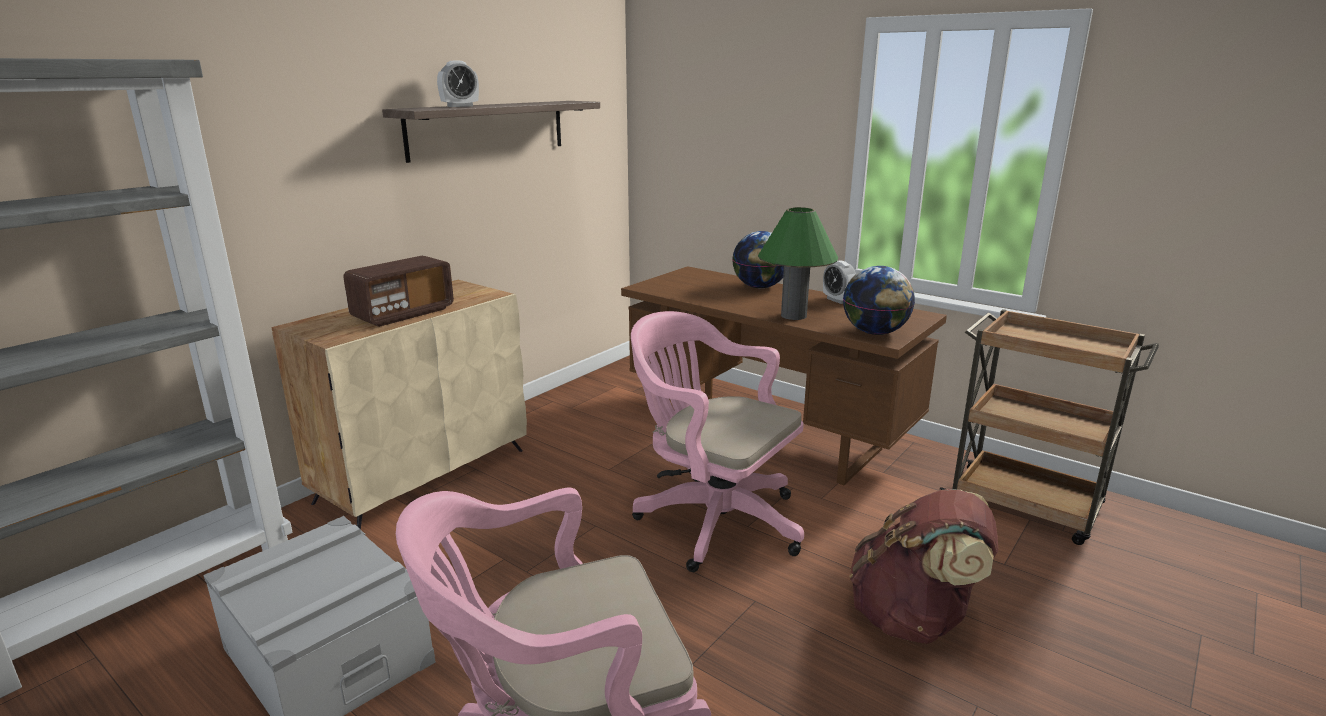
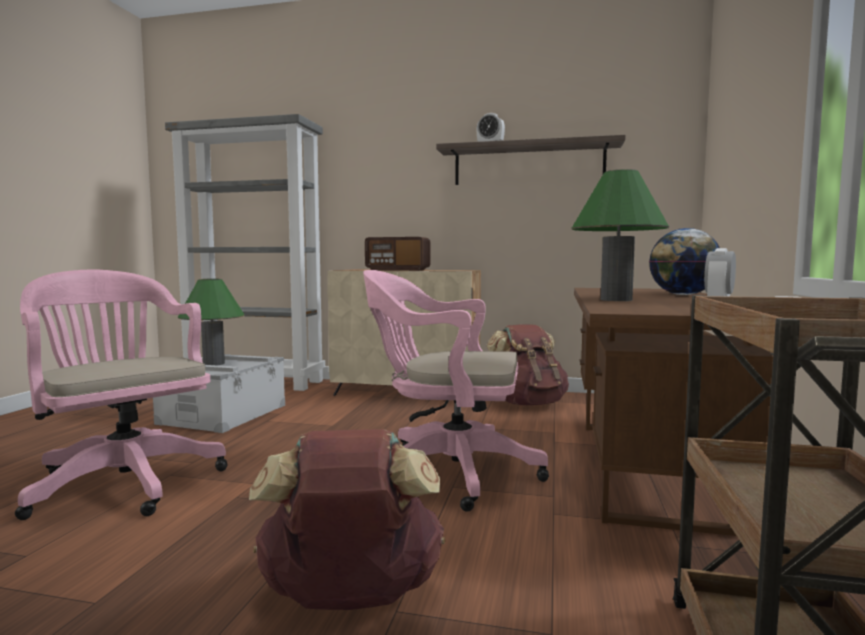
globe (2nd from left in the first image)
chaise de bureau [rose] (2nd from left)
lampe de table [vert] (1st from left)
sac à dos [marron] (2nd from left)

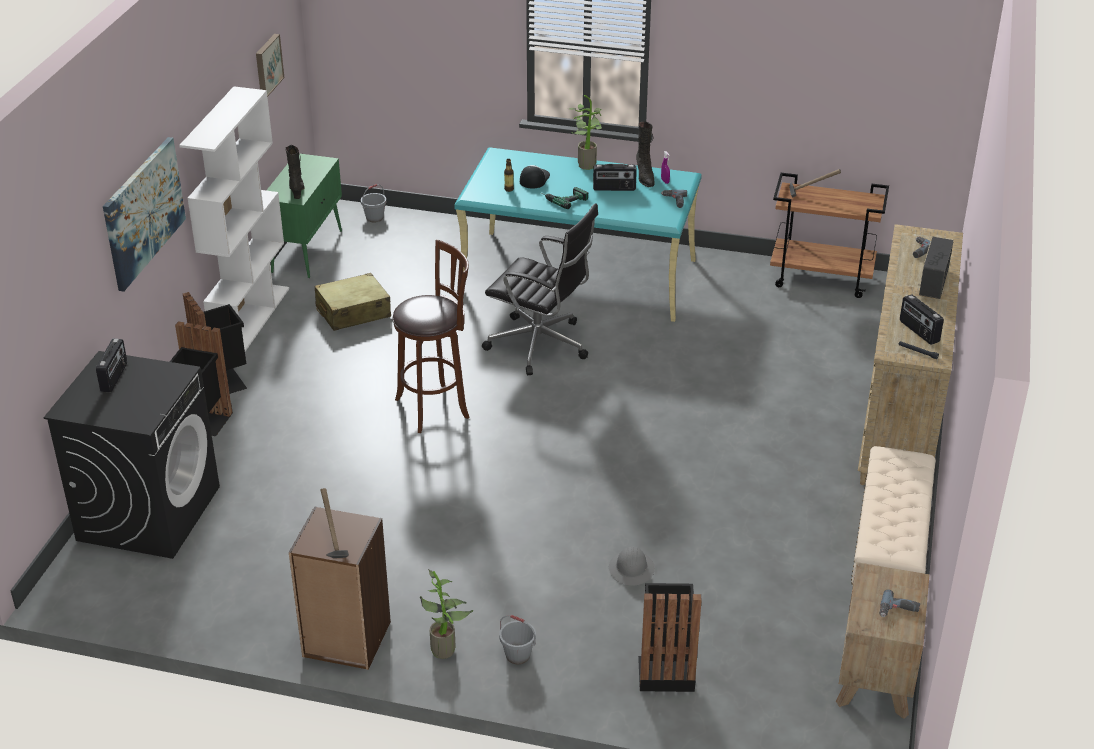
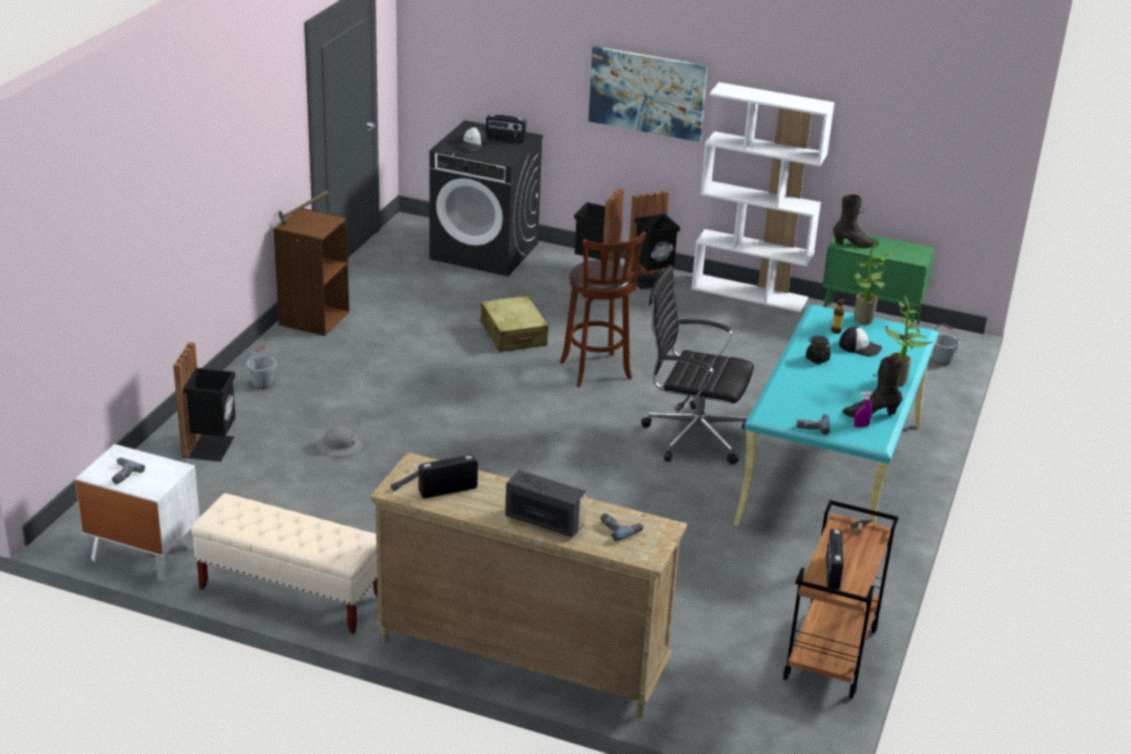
tableau (2nd from left in the first image)
radio (4th from left)
bocal [noir]
chaise de bureau [noir]
valise [beige]
table de chevet [blanc]
plante en pot (1st from left)
casquette (1st from left)

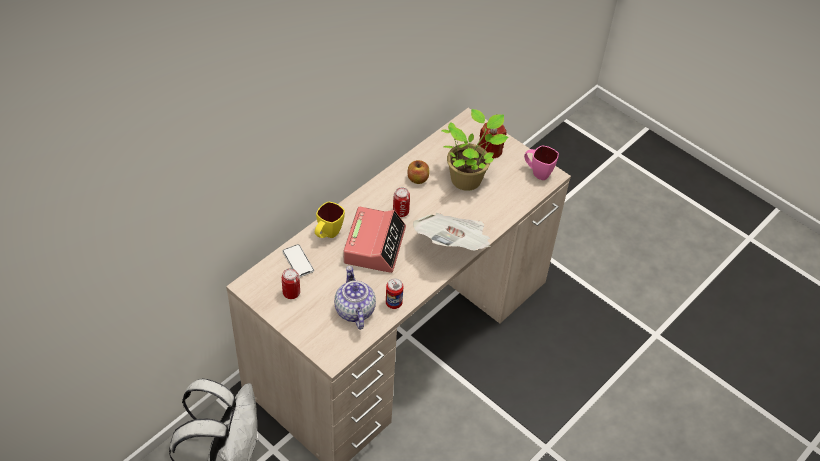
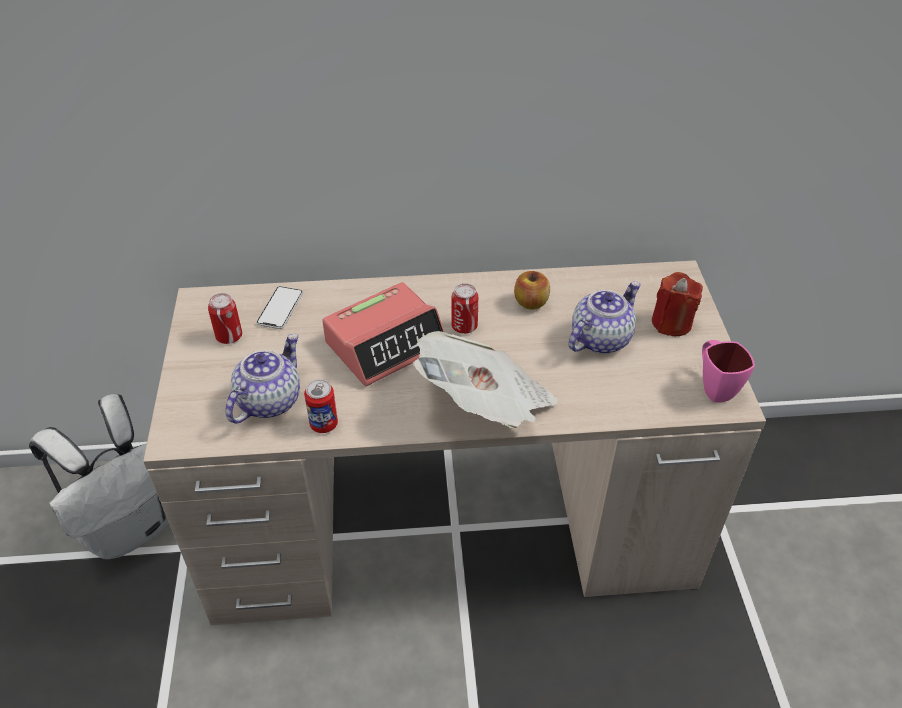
théière (2nd from left)
mug [jaune]

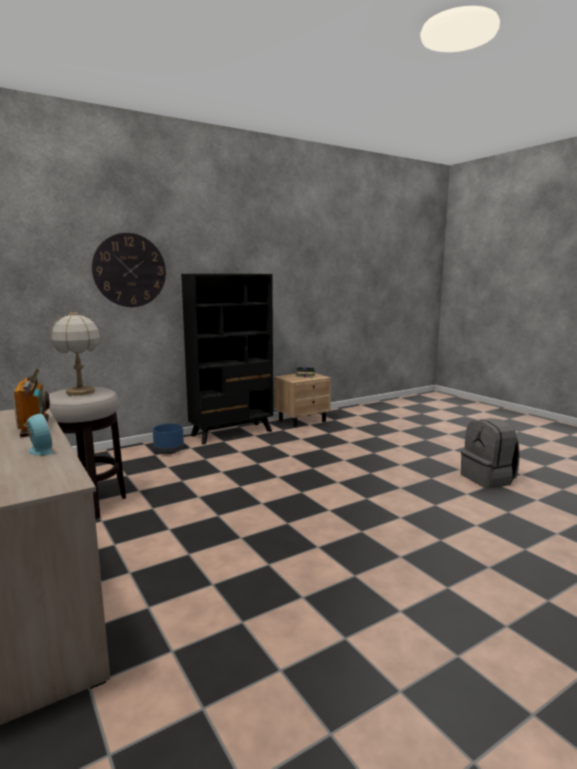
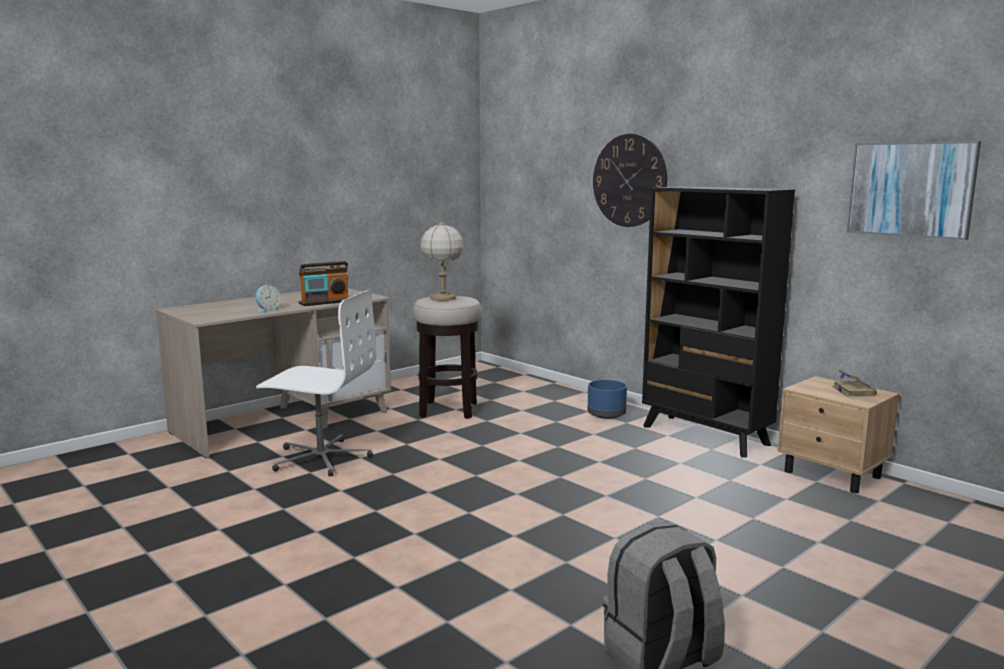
tableau
chaise de bureau [blanc]

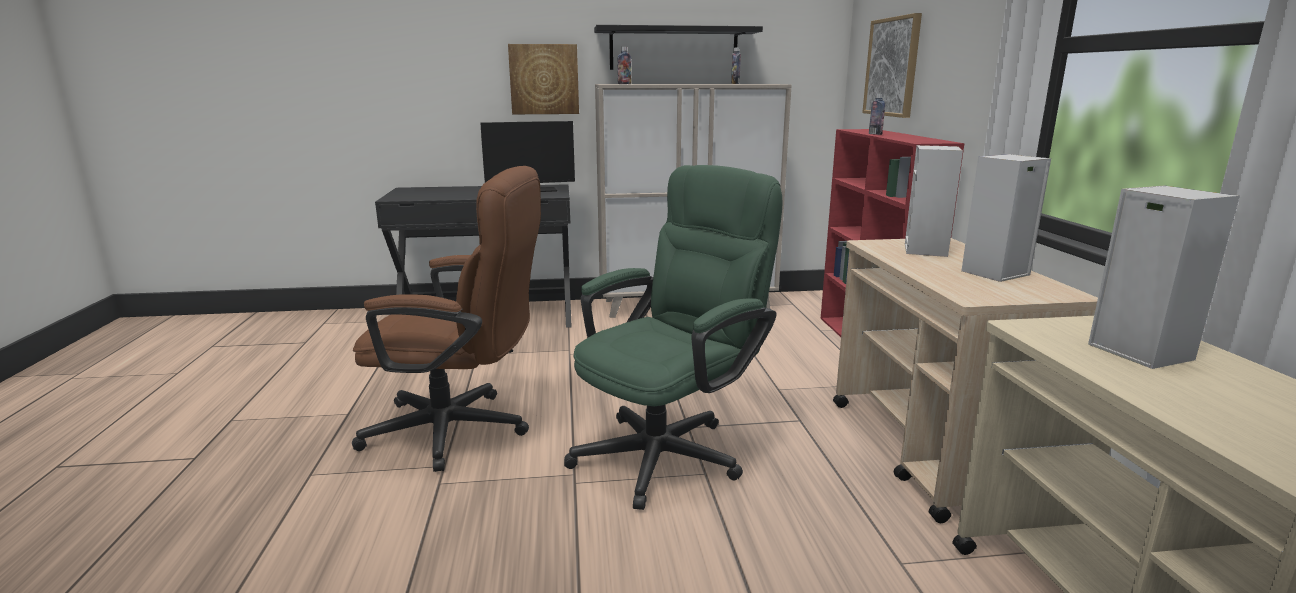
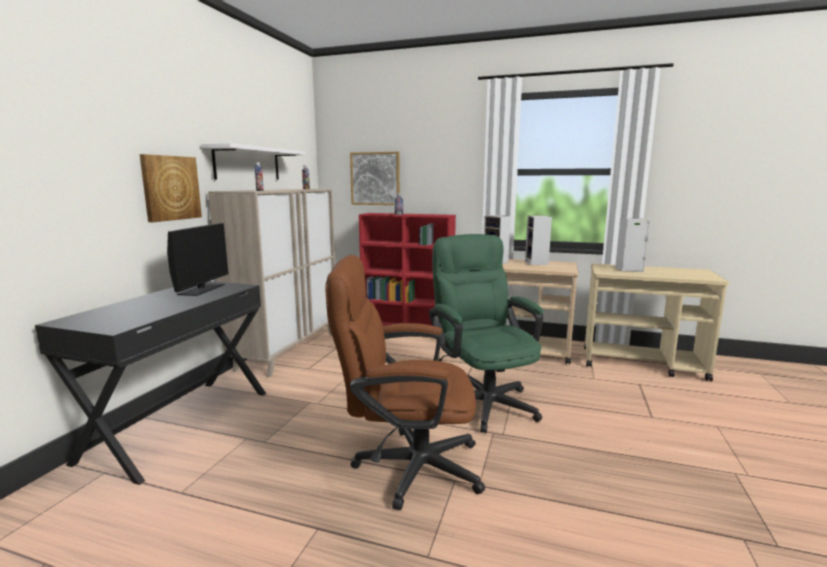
étagère [blanc]
chaise de bureau [marron]

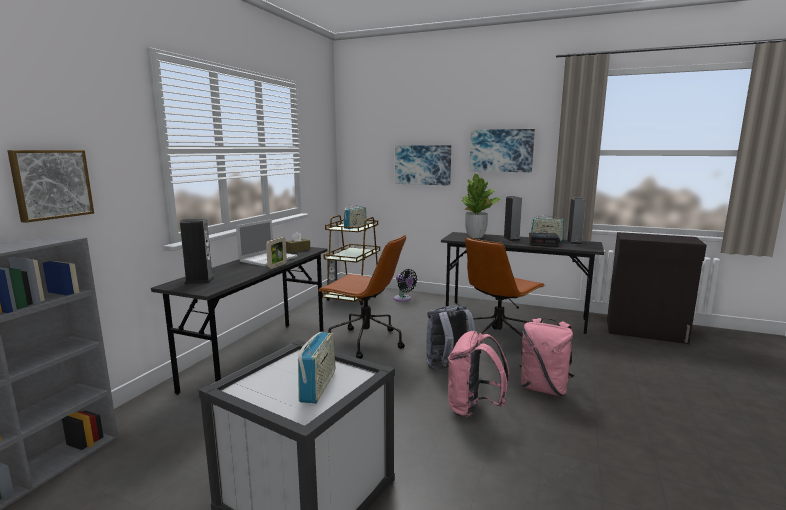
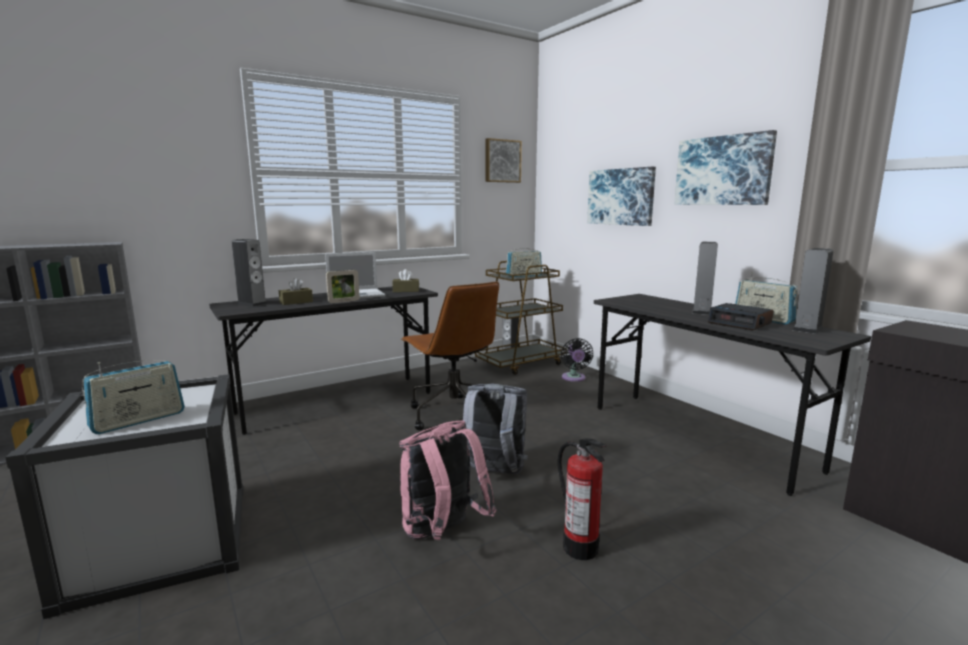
tableau (1st from left)
plante en pot
chaise de bureau [marron] (2nd from left in the first image)
extincteur
boîte à mouchoirs [marron] (1st from left)

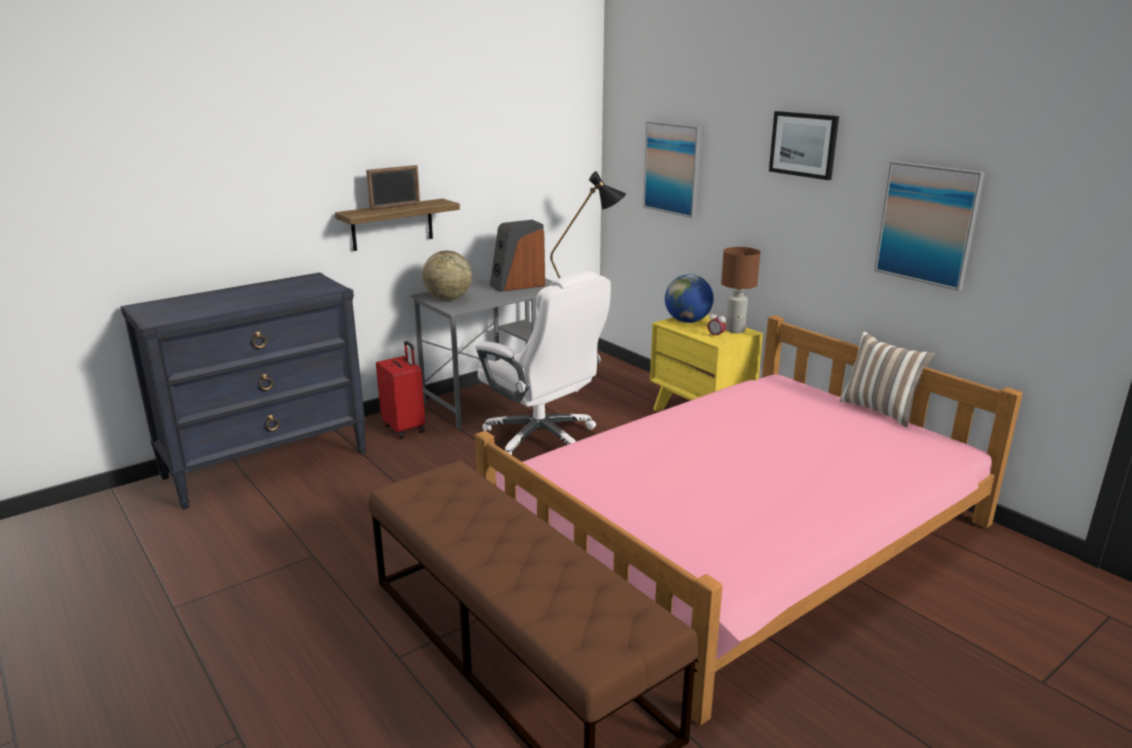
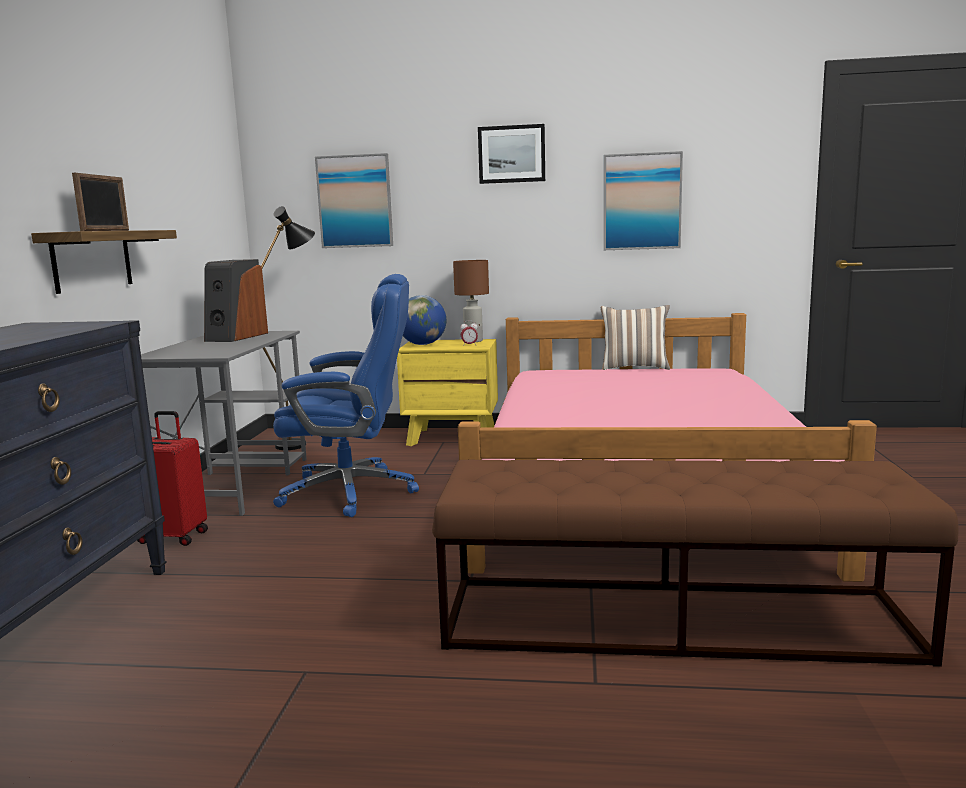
globe (1st from left in the first image)
chaise de bureau [bleu]

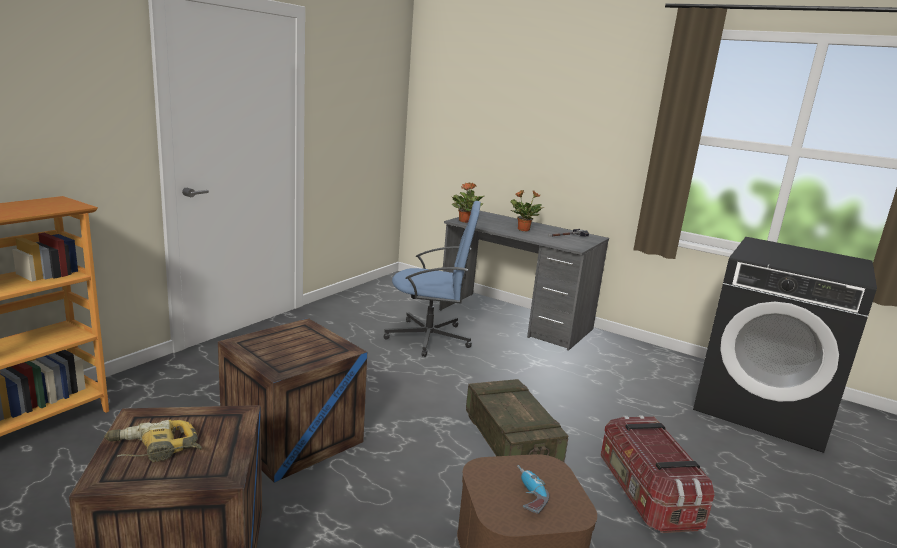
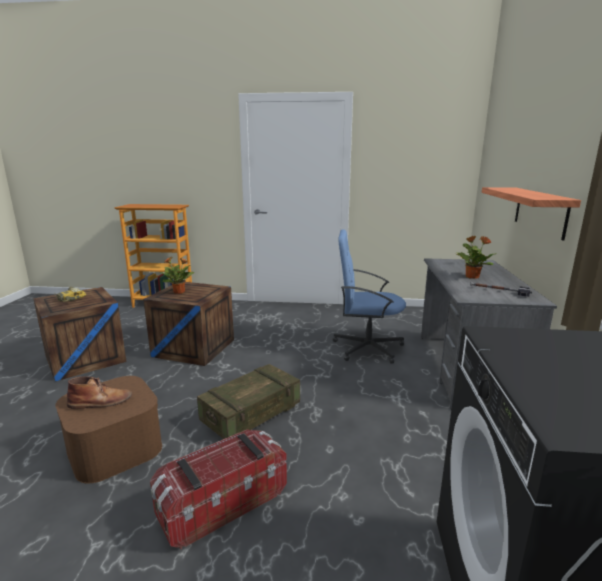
plante en pot (1st from left)
chaise de bureau [bleu]
botte [marron]
étagère

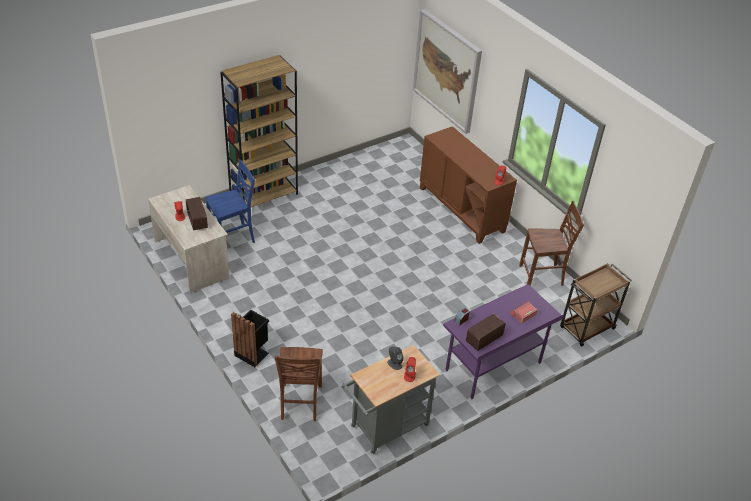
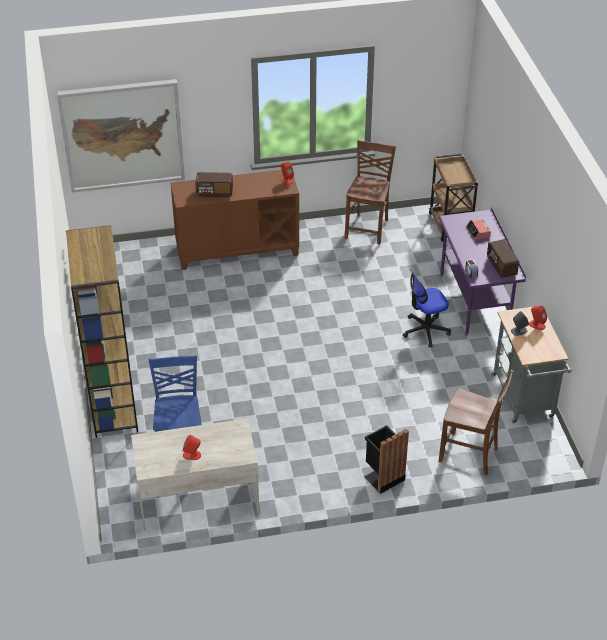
radio (1st from left)
chaise de bureau

